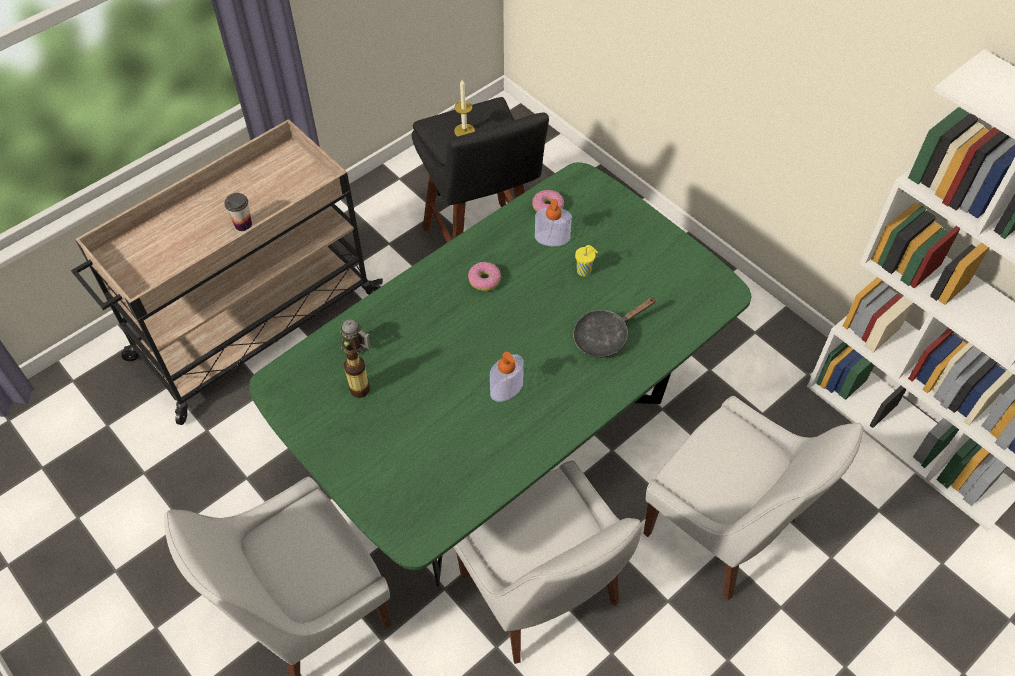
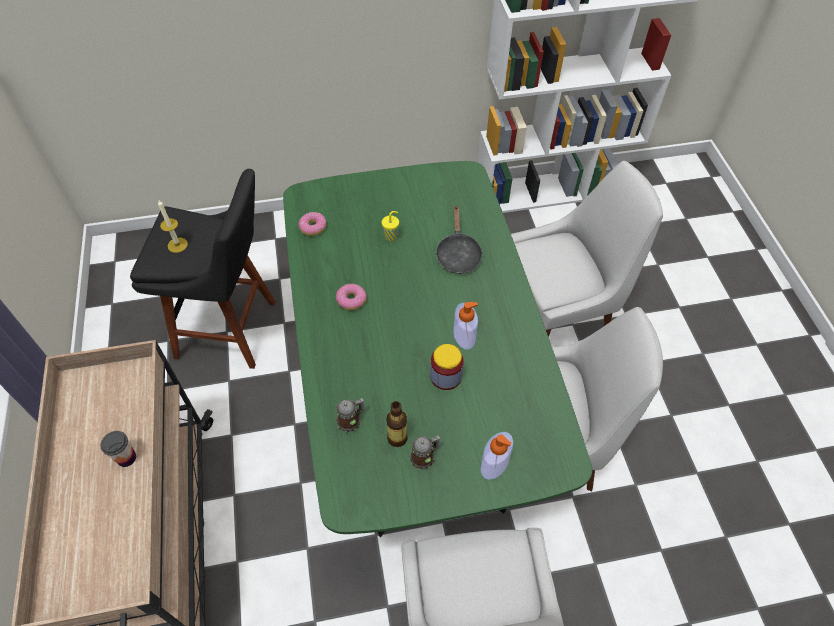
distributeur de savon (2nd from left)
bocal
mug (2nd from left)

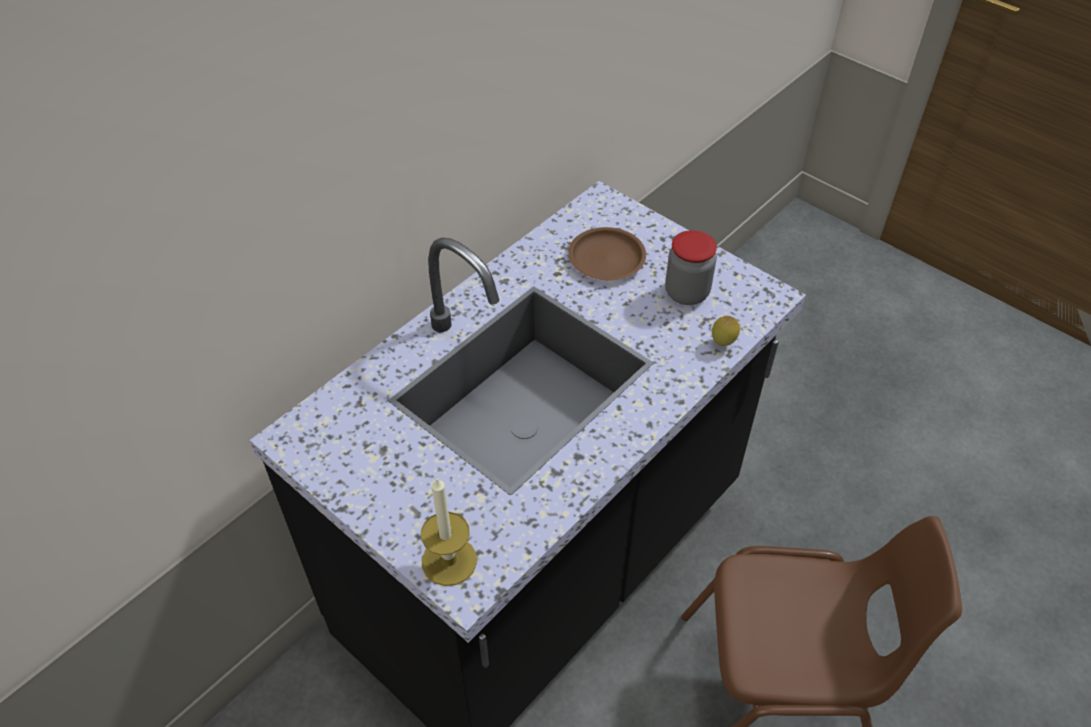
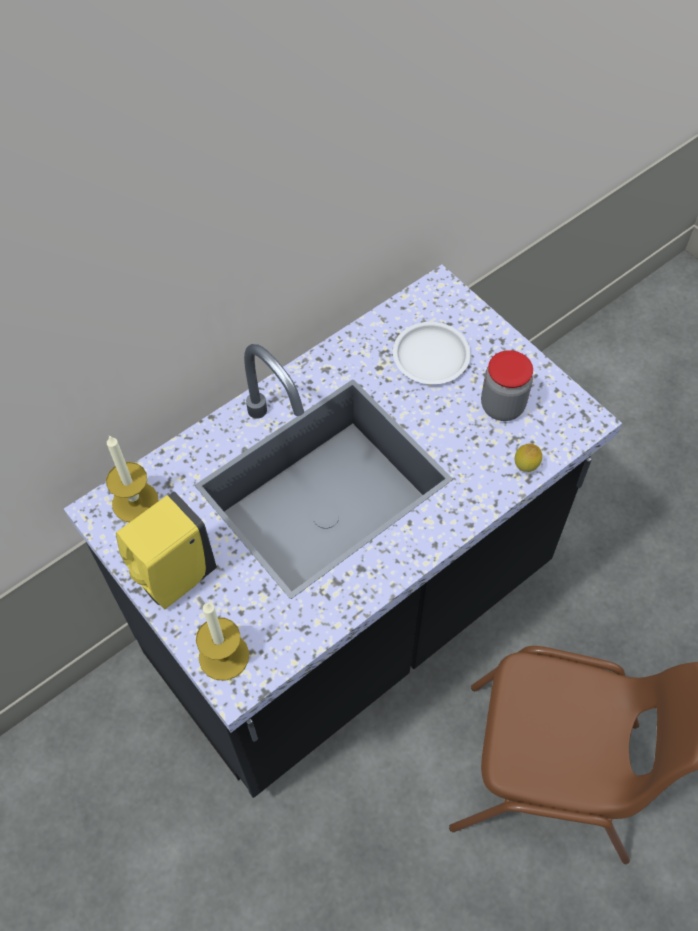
assiette [blanc]
bougie (1st from left)
distributeur de savon [jaune]

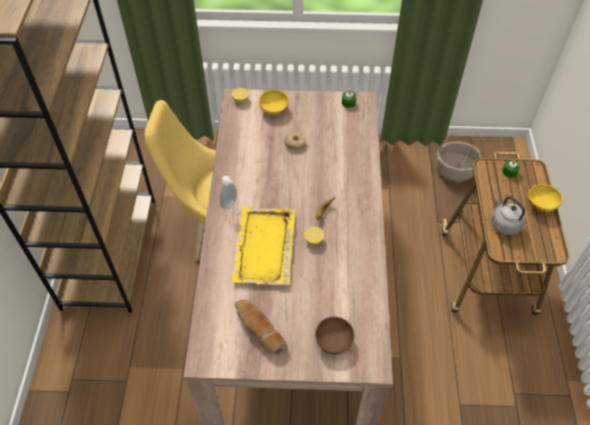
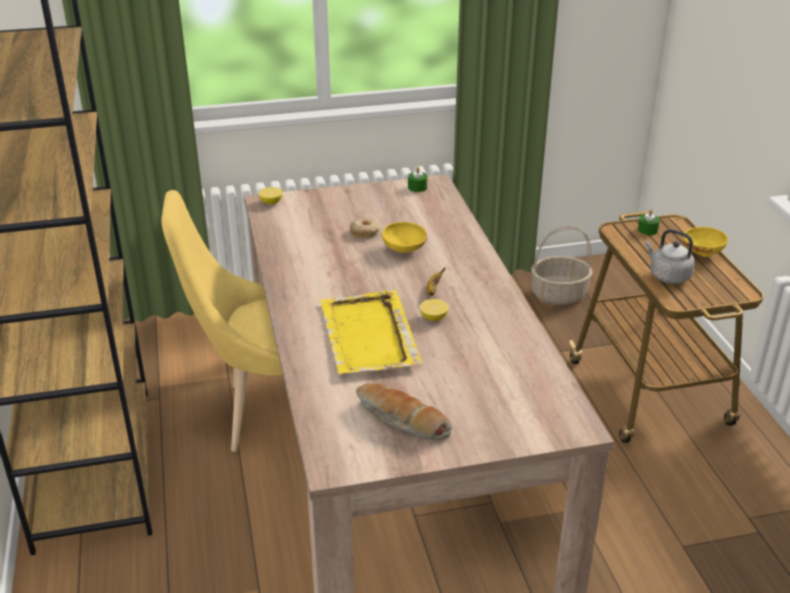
bol [jaune] (1st from left)
distributeur de savon
bol [marron]

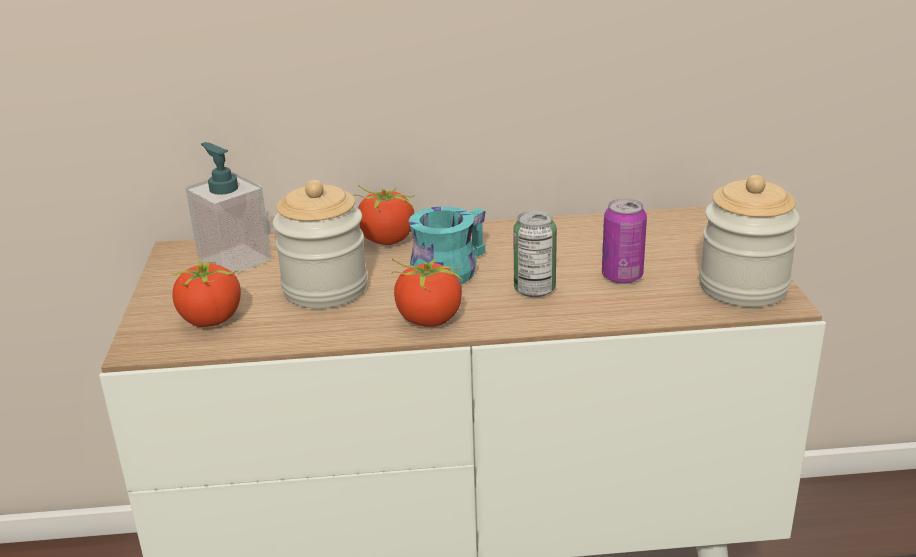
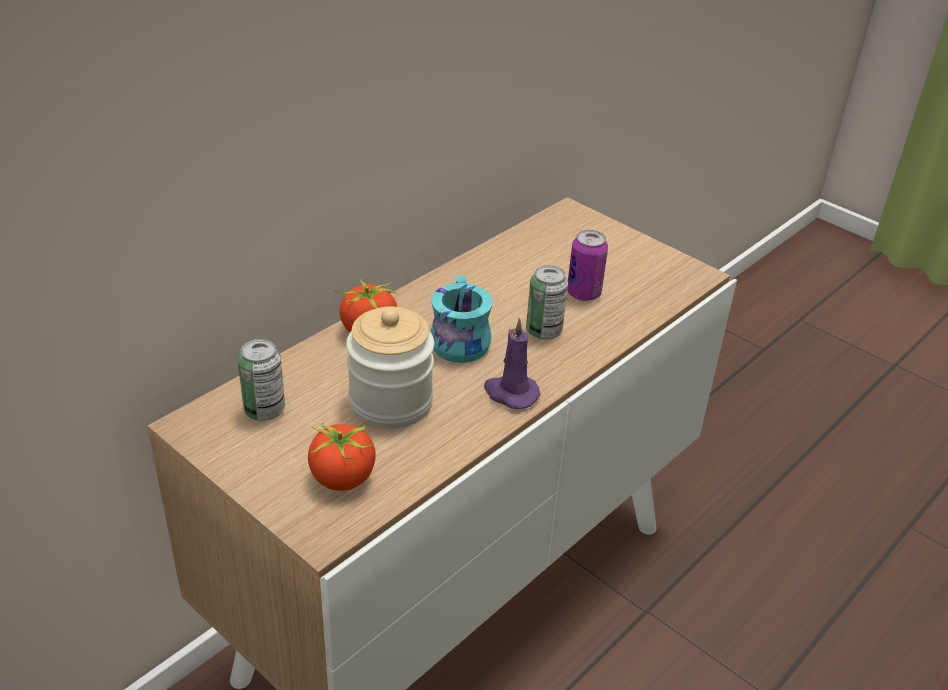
boîte métallique (1st from left)
bocal (2nd from left in the first image)
bougie [violet]

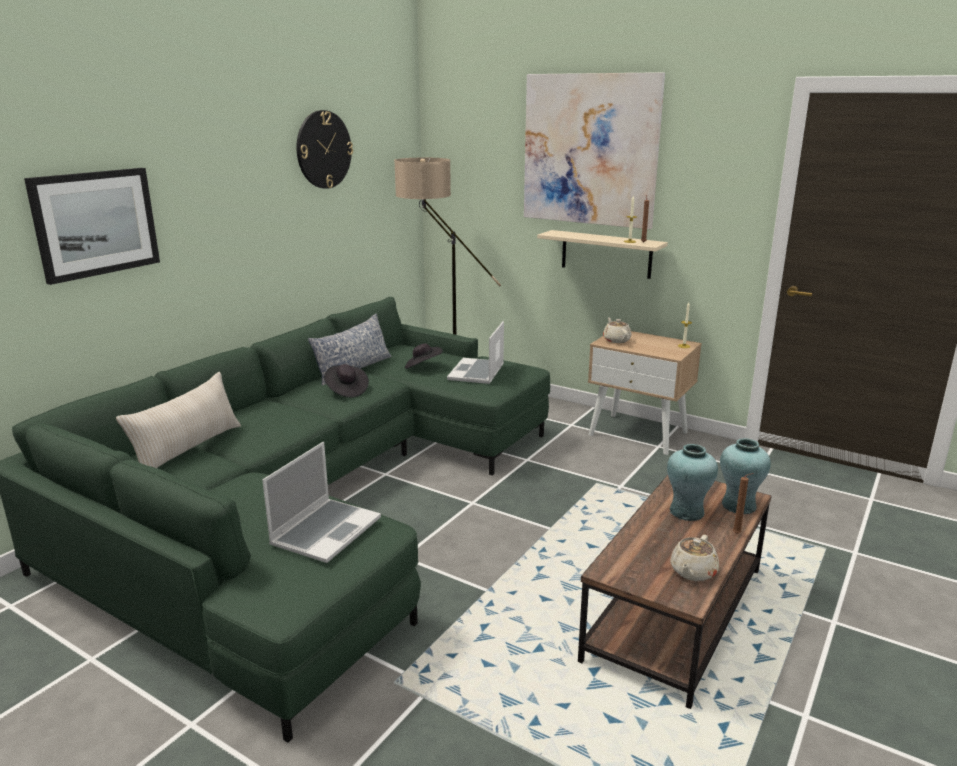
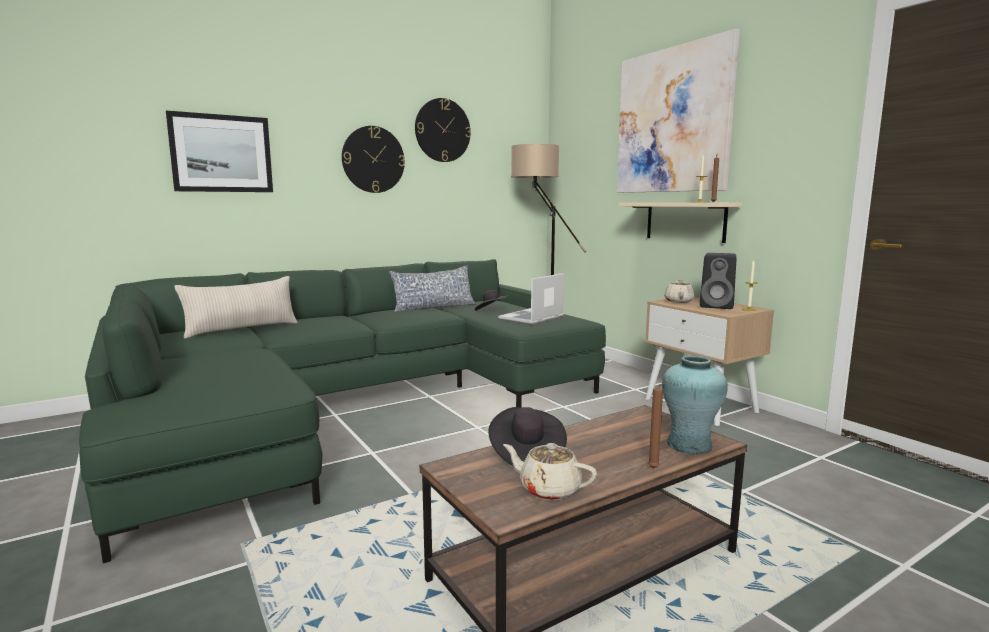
chapeau [noir] (2nd from left)
ordinateur portable (1st from left in the first image)
vase [turquoise] (1st from left in the first image)
théière [beige] (1st from left)
horloge murale (1st from left)
enceinte [noir]

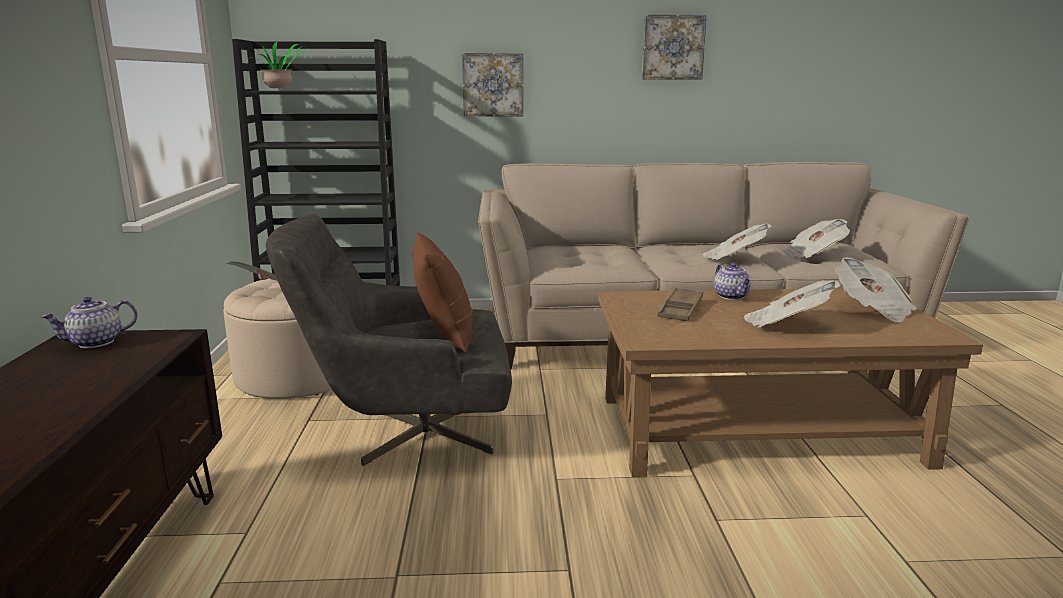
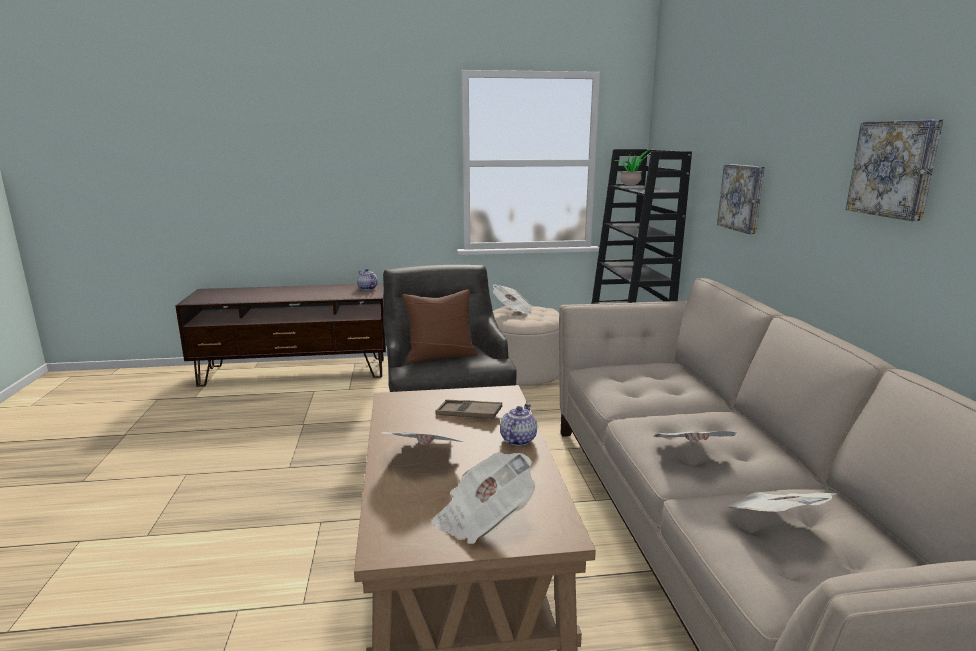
théière (2nd from left)

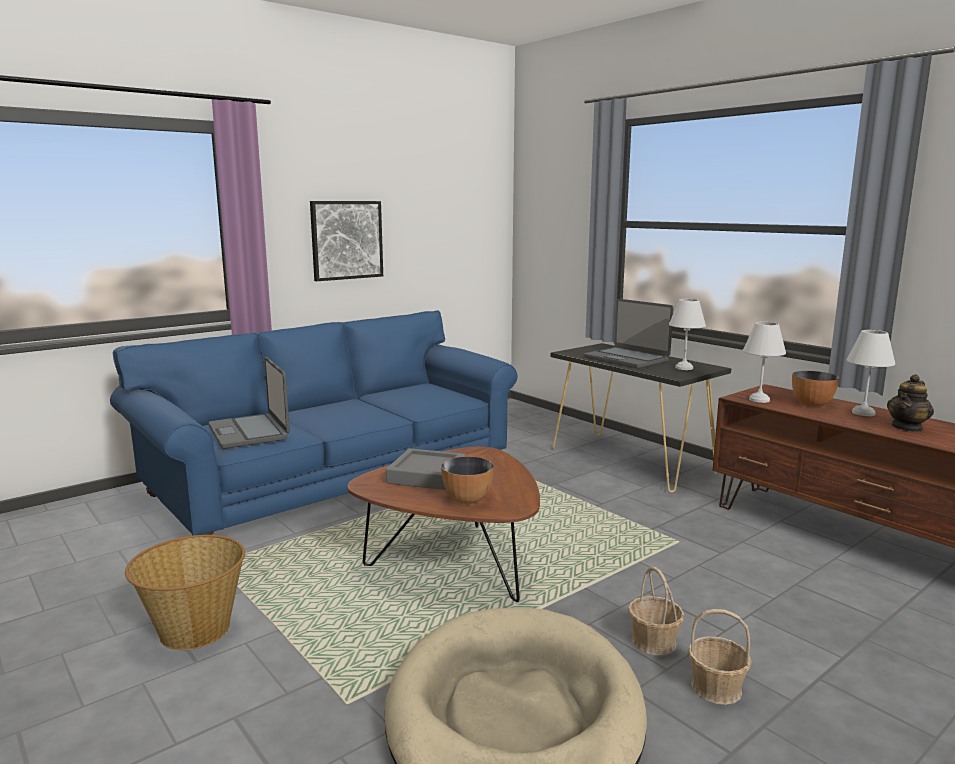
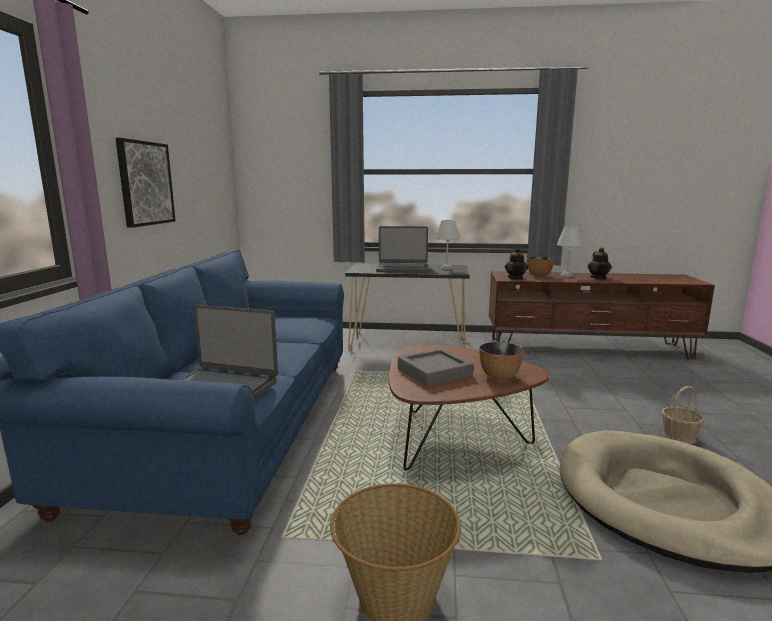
théière (1st from left)
panier (2nd from left in the first image)

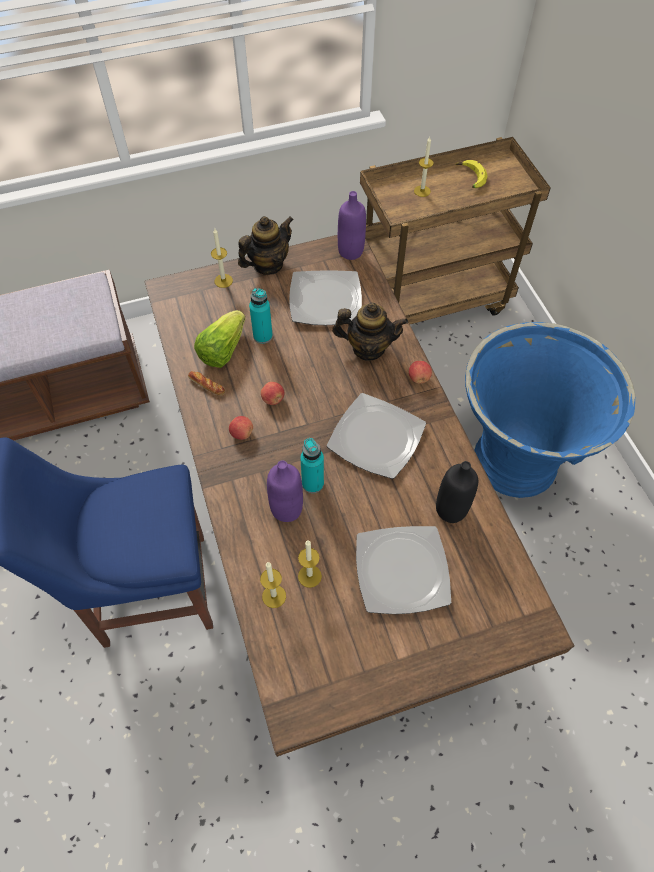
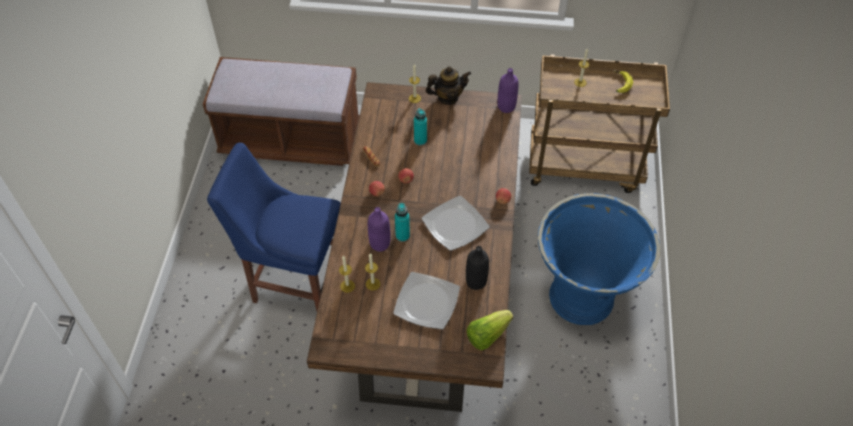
assiette (1st from left in the first image)
théière (2nd from left in the first image)
laitue

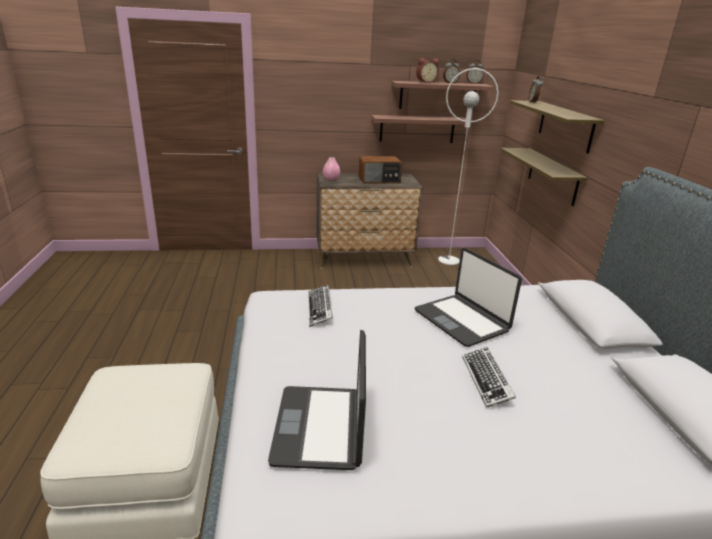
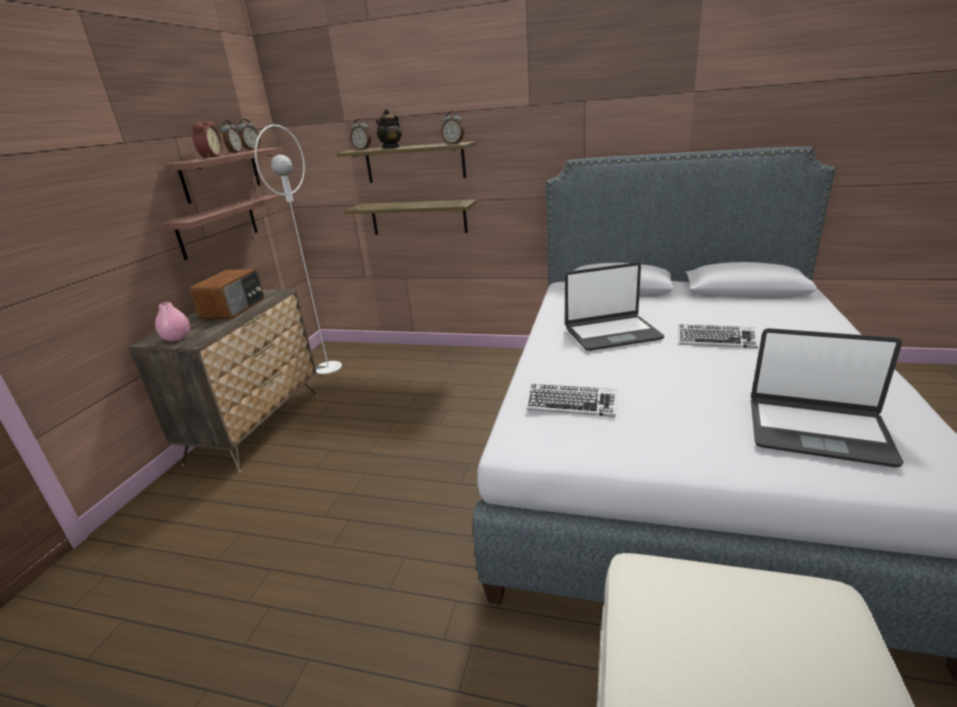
théière
réveil (5th from left)

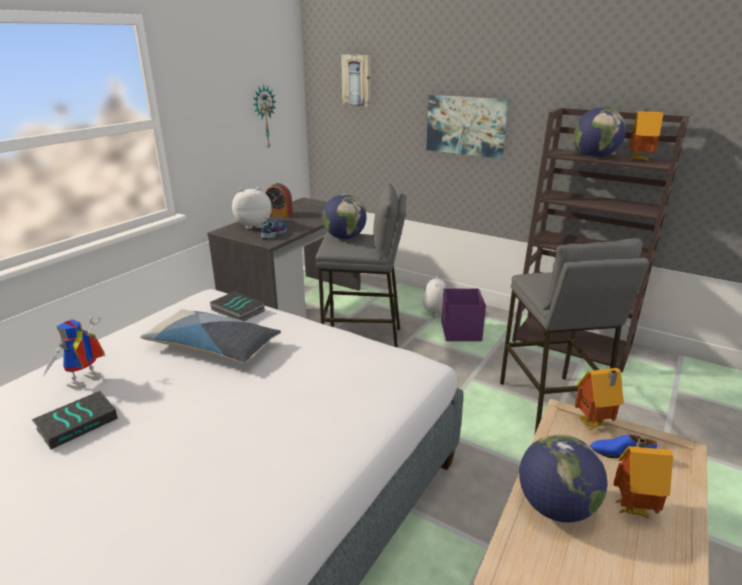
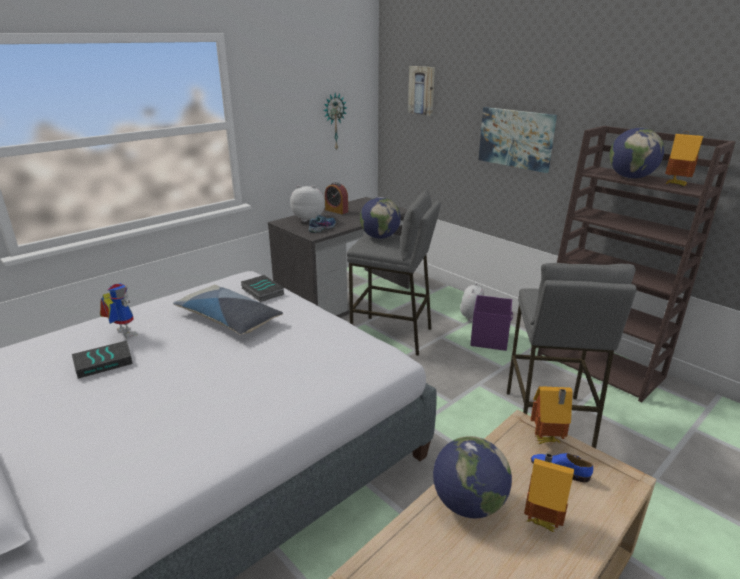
robot jouet

